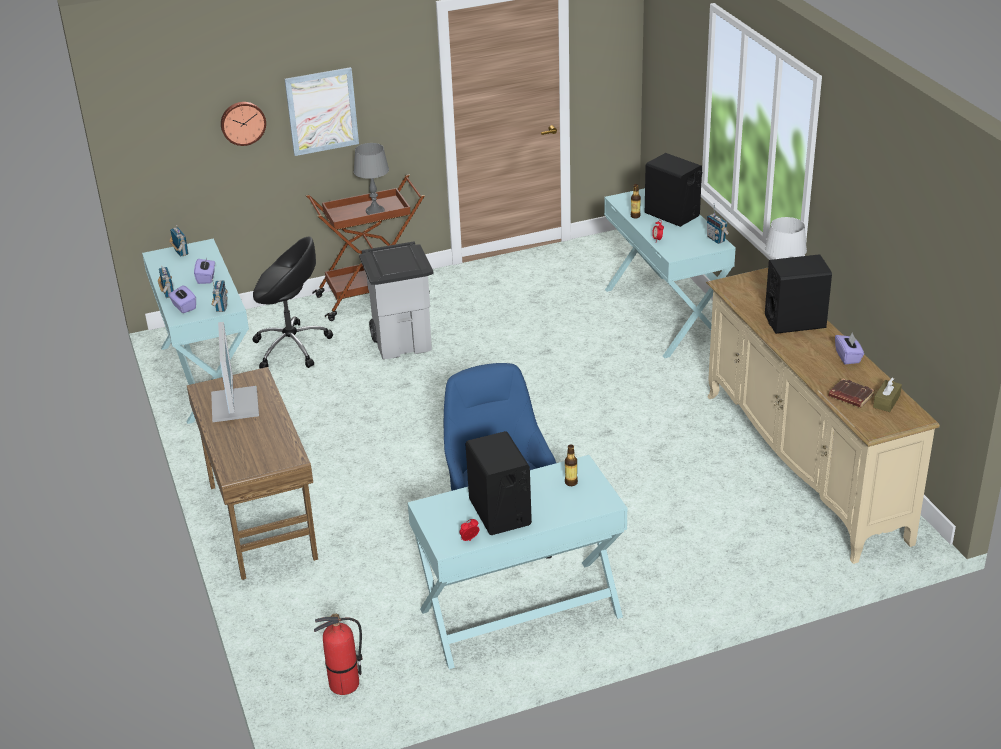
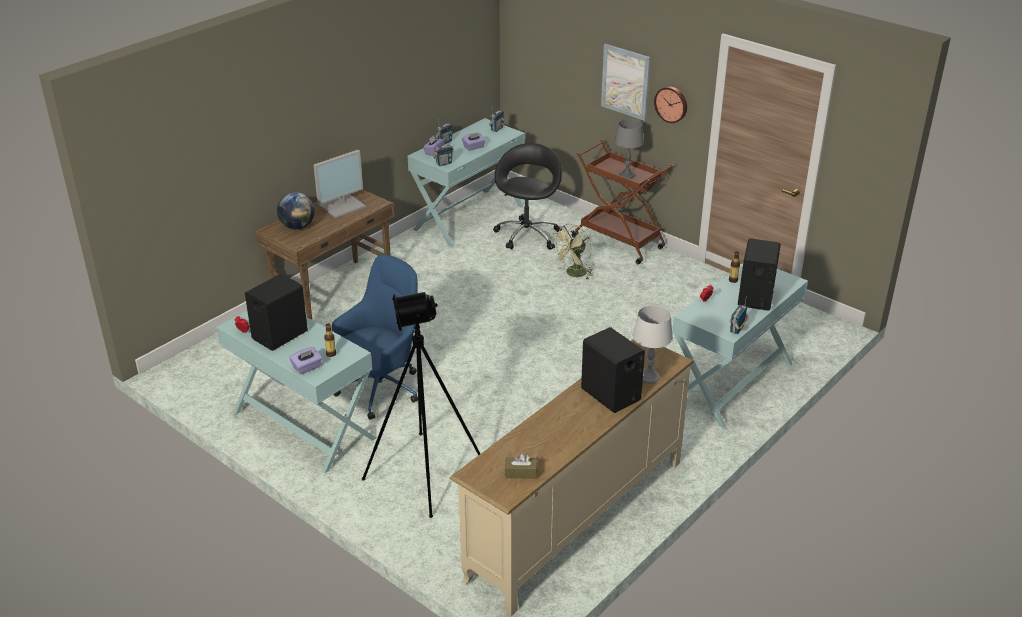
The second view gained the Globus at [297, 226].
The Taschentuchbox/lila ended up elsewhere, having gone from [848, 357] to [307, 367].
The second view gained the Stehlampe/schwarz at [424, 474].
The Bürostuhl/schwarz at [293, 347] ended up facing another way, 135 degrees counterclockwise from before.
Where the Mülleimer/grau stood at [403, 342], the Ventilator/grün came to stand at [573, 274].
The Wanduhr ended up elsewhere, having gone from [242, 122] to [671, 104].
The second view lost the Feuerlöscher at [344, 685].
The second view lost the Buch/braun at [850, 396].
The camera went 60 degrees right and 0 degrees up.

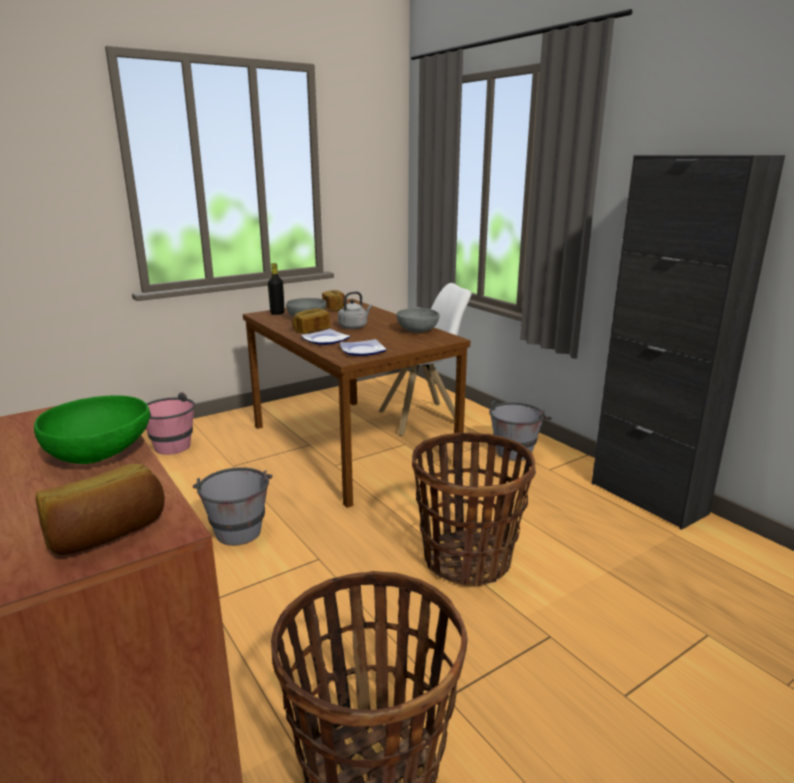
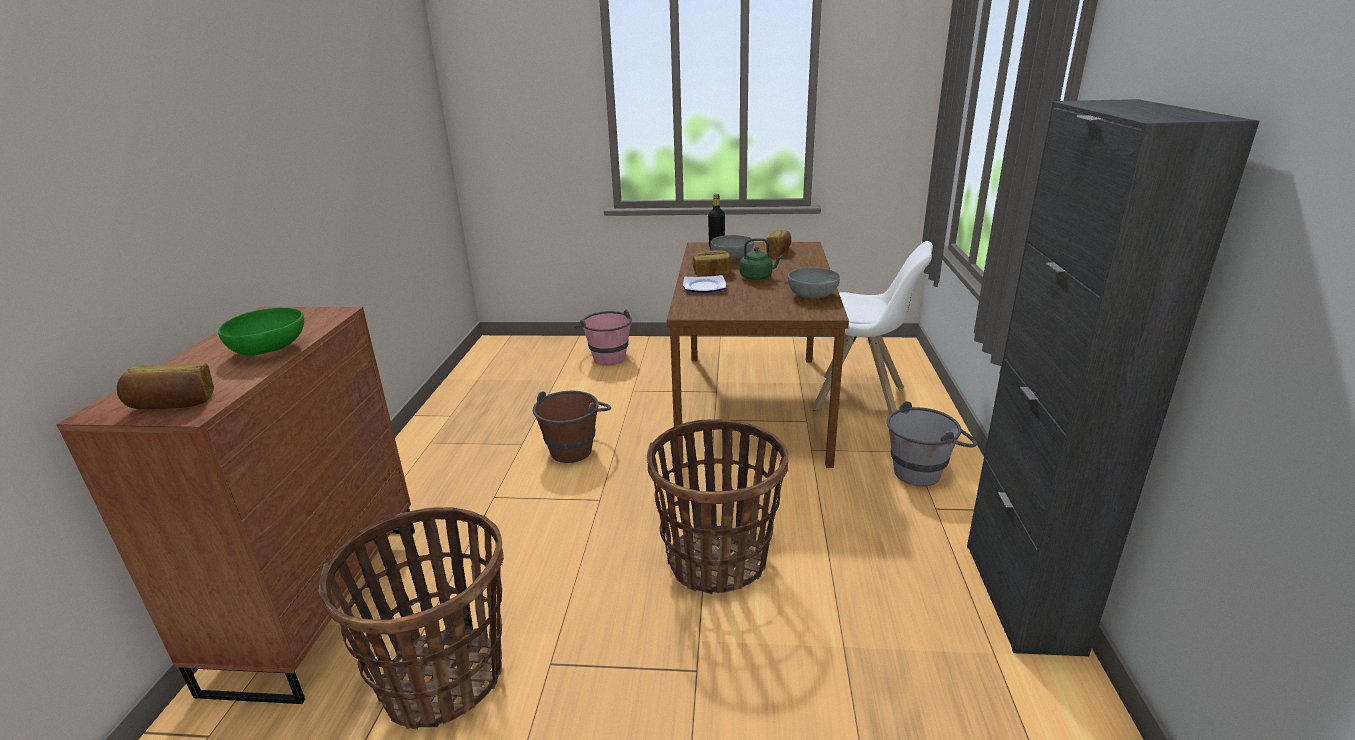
What was the Eimer/grau at [238, 527] turned into the Eimer/braun at [575, 446].
What was the Wasserkessel/grau at [354, 327] turned into the Wasserkessel/grün at [758, 277].
The second view lost the Teller at [362, 351].
The camera went 40 degrees right and 5 degrees up.

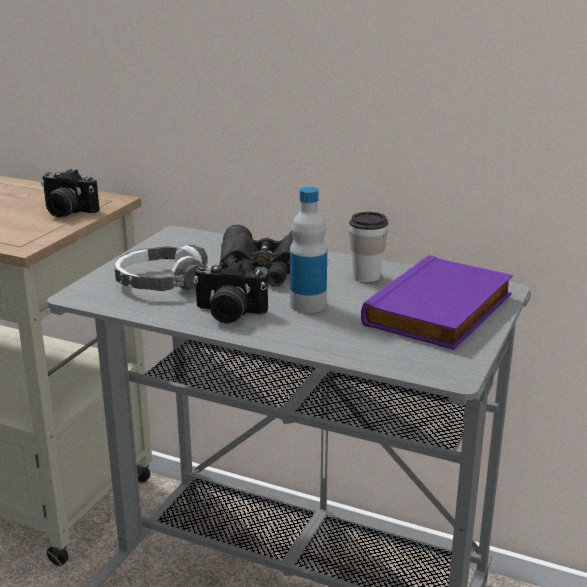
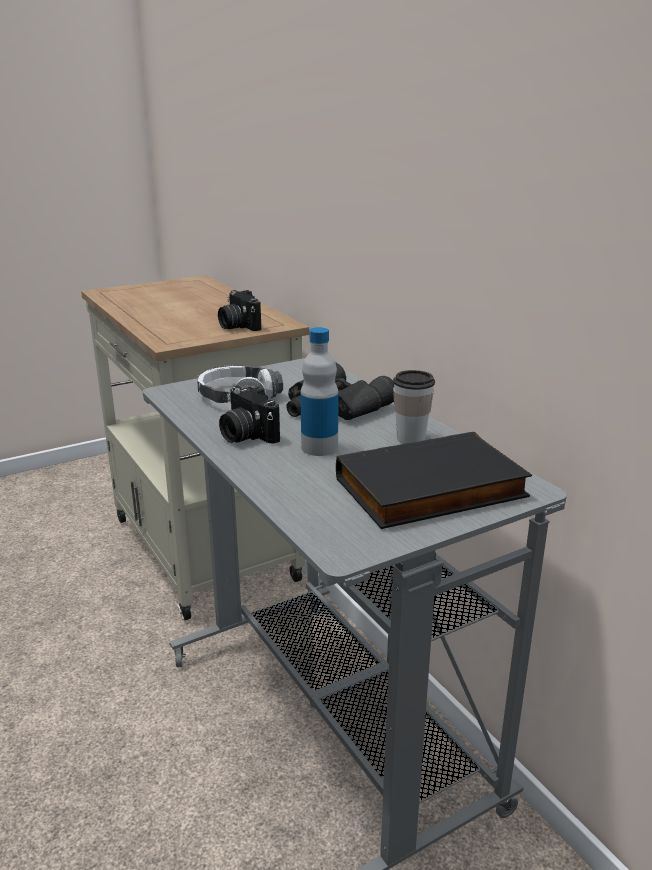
What was the Buch/lila at [441, 311] turned into the Buch/schwarz at [431, 490].
The camera went 35 degrees right and 0 degrees up.

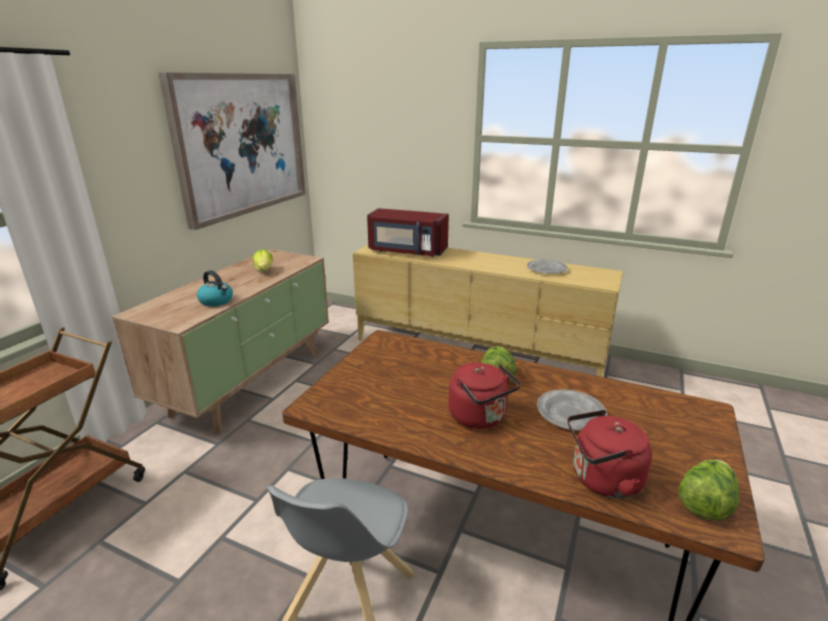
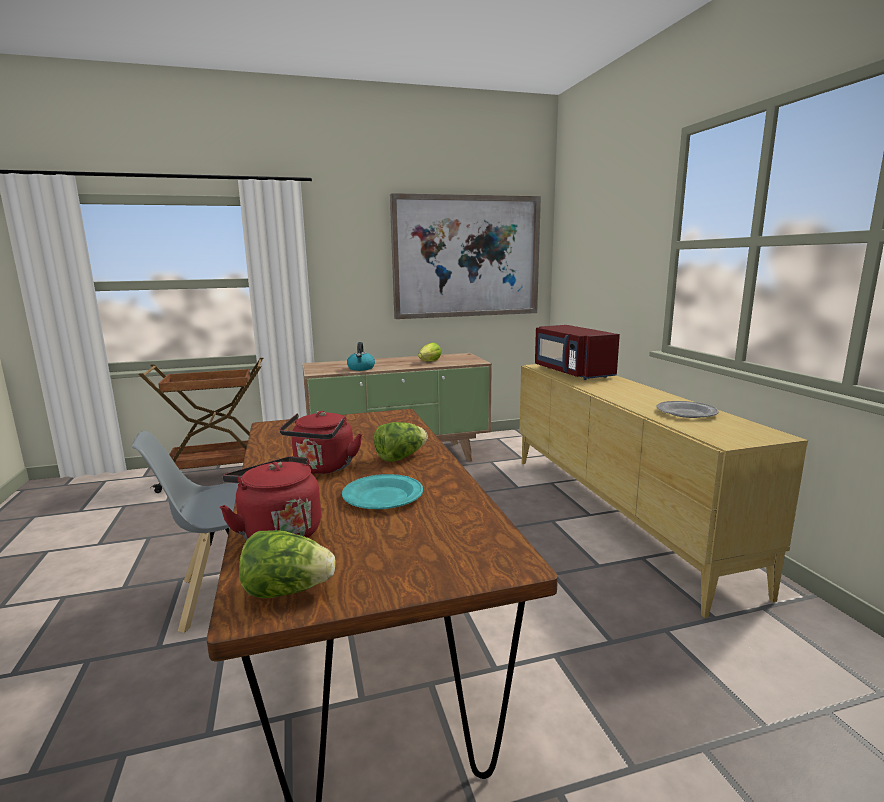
What was the Teller/grau at [571, 413] turned into the Teller/türkis at [383, 497].
The camera went 50 degrees right and 10 degrees down.

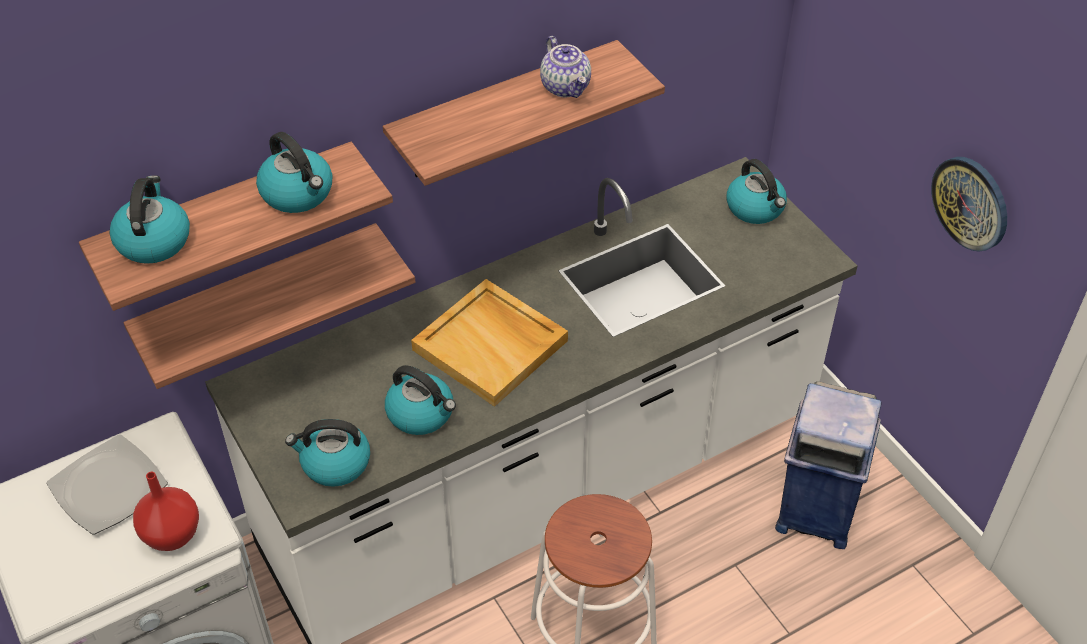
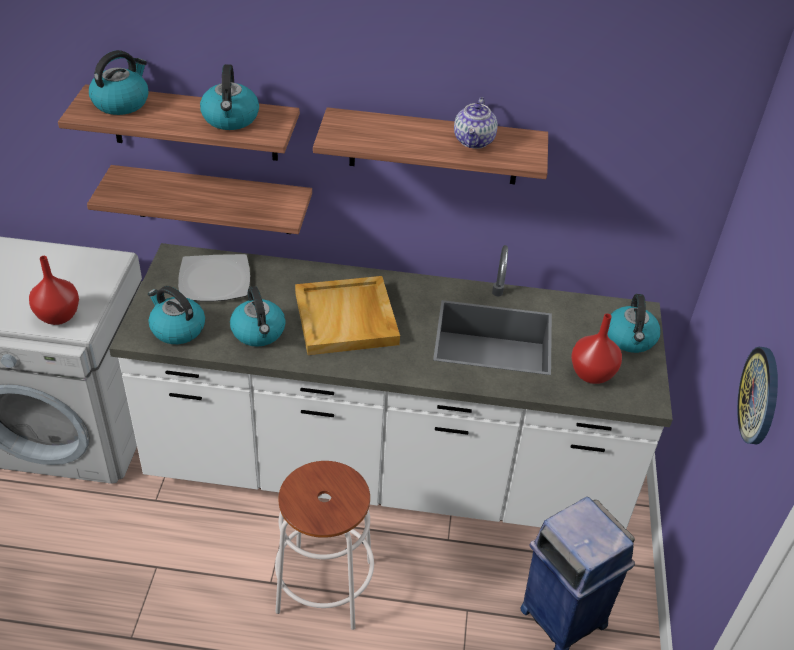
The Teller ended up elsewhere, having gone from [109, 486] to [215, 280].
The second view gained the Vase/rot at [593, 374].
The camera went 35 degrees right and 5 degrees down.

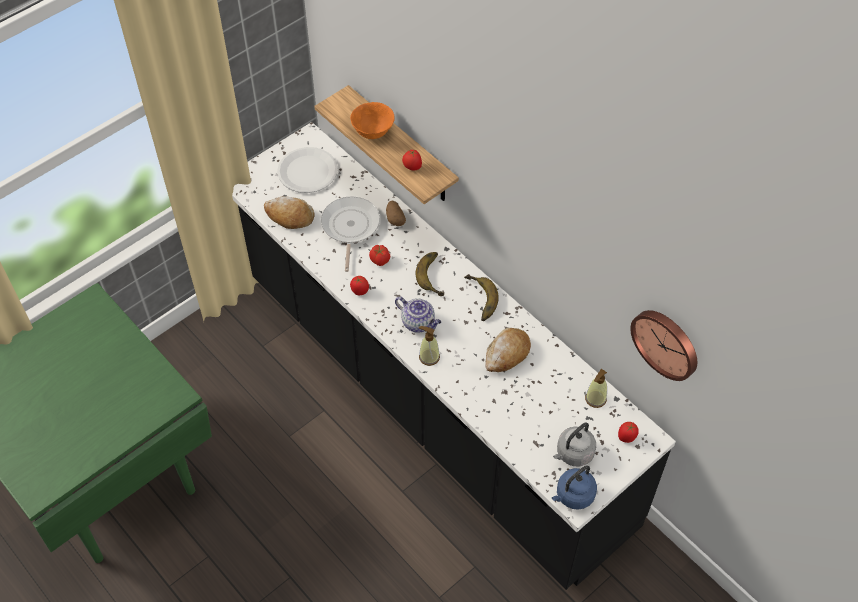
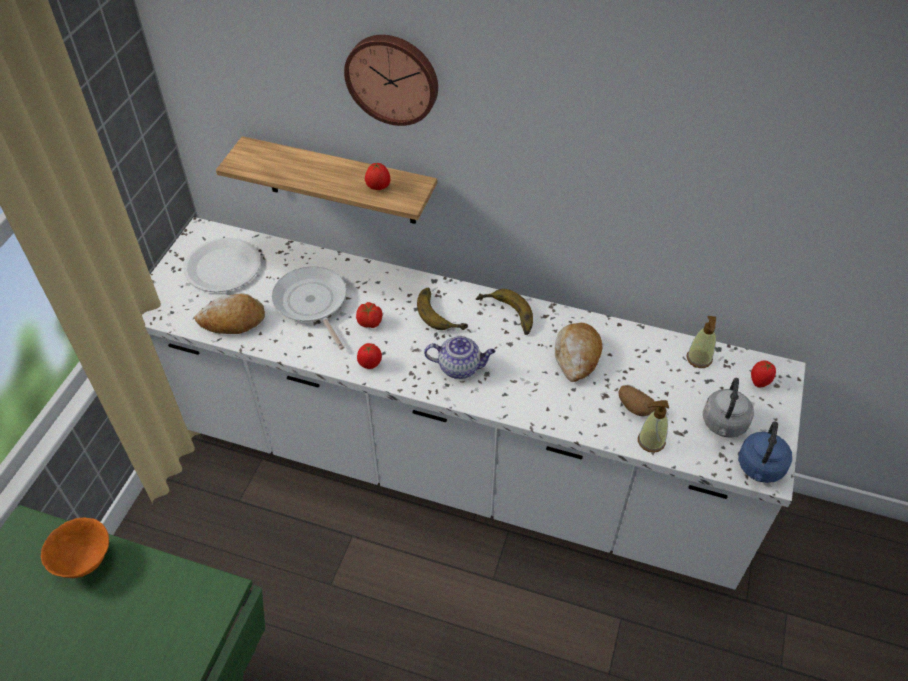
The Schüssel/orange ended up elsewhere, having gone from [373, 132] to [85, 561].
What was the Küchenzeile/schwarz at [429, 396] turned into the Küchenzeile/weiß at [454, 465].
The Wanduhr ended up elsewhere, having gone from [666, 343] to [393, 78].
The Kartoffel ended up elsewhere, having gone from [395, 218] to [634, 407].
The Seifenspender ended up elsewhere, having gone from [429, 357] to [651, 441].
The camera went 30 degrees left and 5 degrees down.

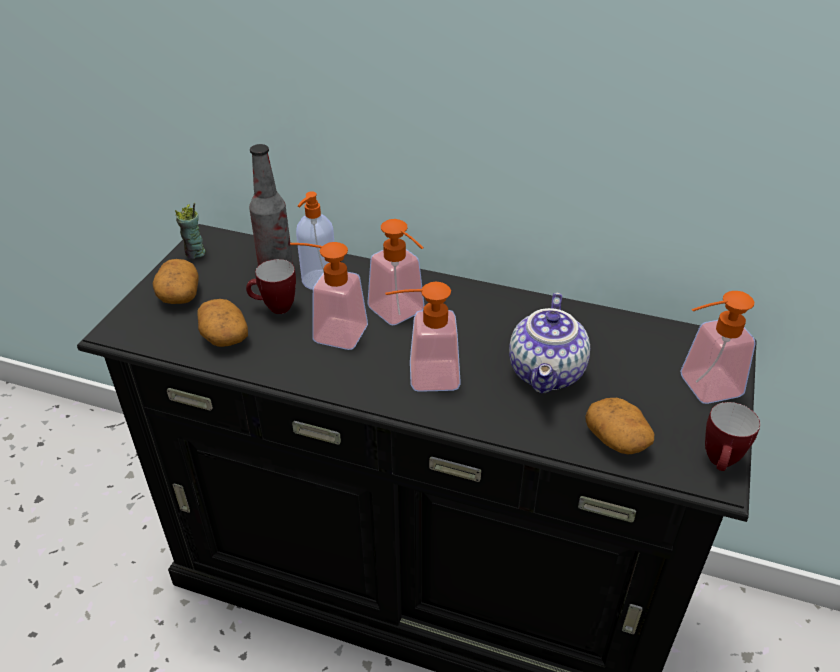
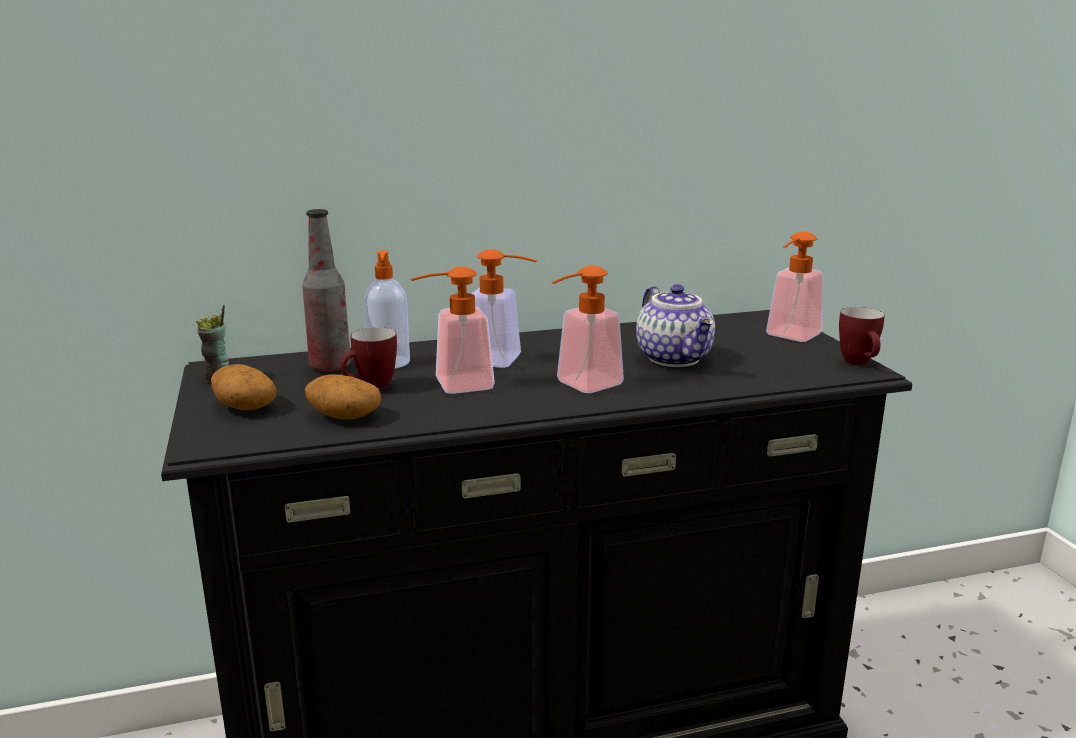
The second view lost the Kartoffel at [617, 439].
The camera went 35 degrees left and 20 degrees down.

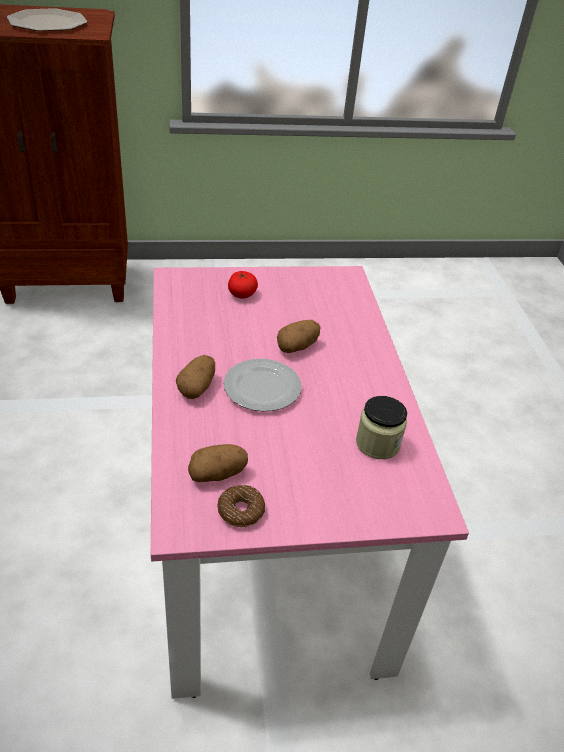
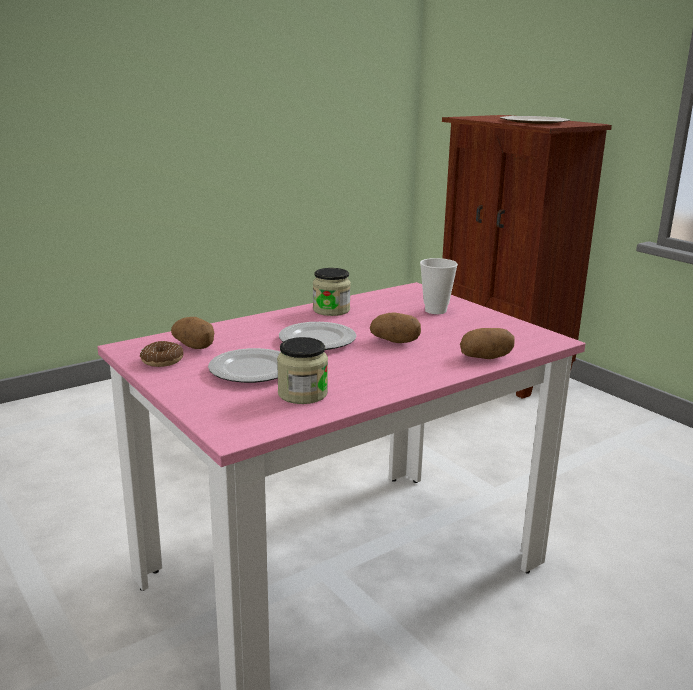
The second view gained the Teller at [252, 371].
The second view gained the Vorratsglas at [331, 310].
Where the Tomate stood at [242, 294], the Tasse came to stand at [435, 310].
The Kartoffel ended up elsewhere, having gone from [197, 387] to [485, 357].
The camera went 65 degrees right and 20 degrees down.

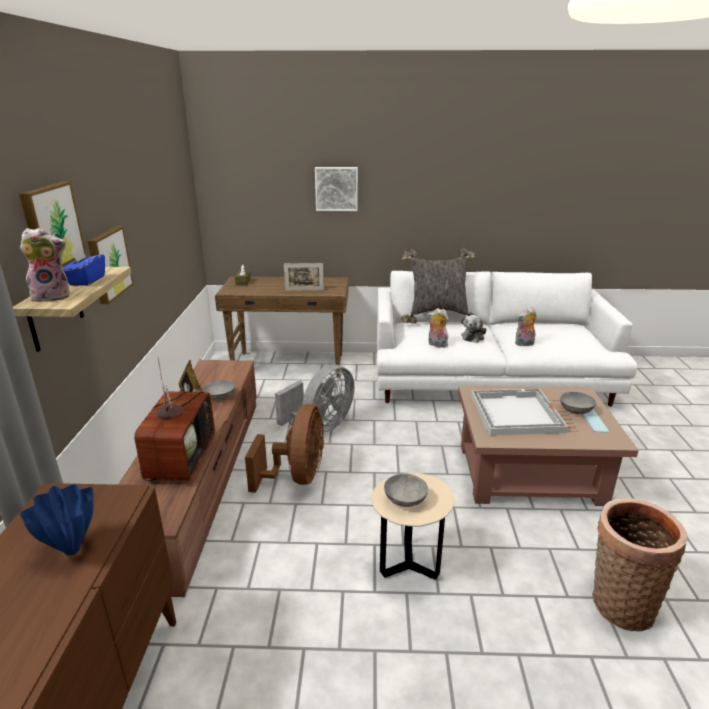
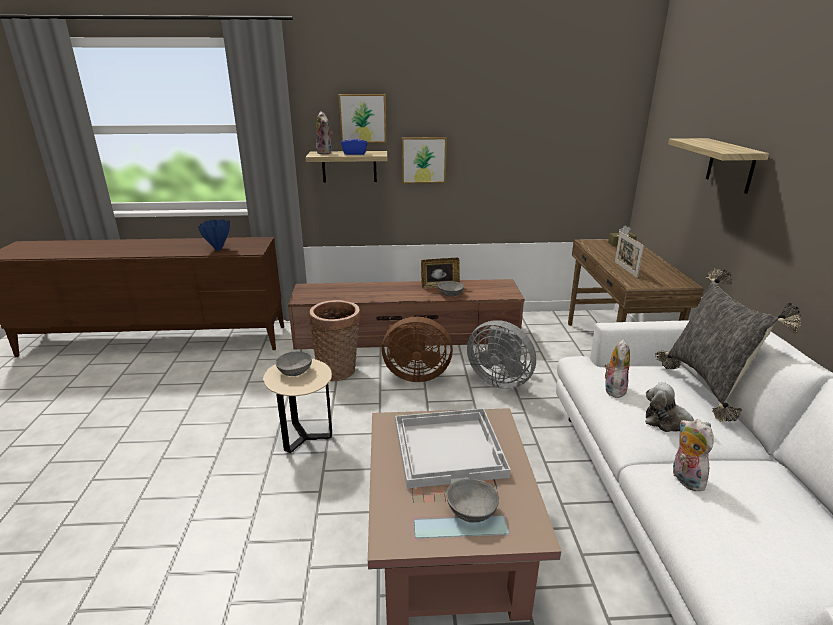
The Korb ended up elsewhere, having gone from [619, 602] to [338, 370].
Where the Bild hung at [336, 188], the Wandregal came to hang at [730, 165].
The second view lost the Fernseher at [180, 458].
The camera went 85 degrees right and 0 degrees up.

